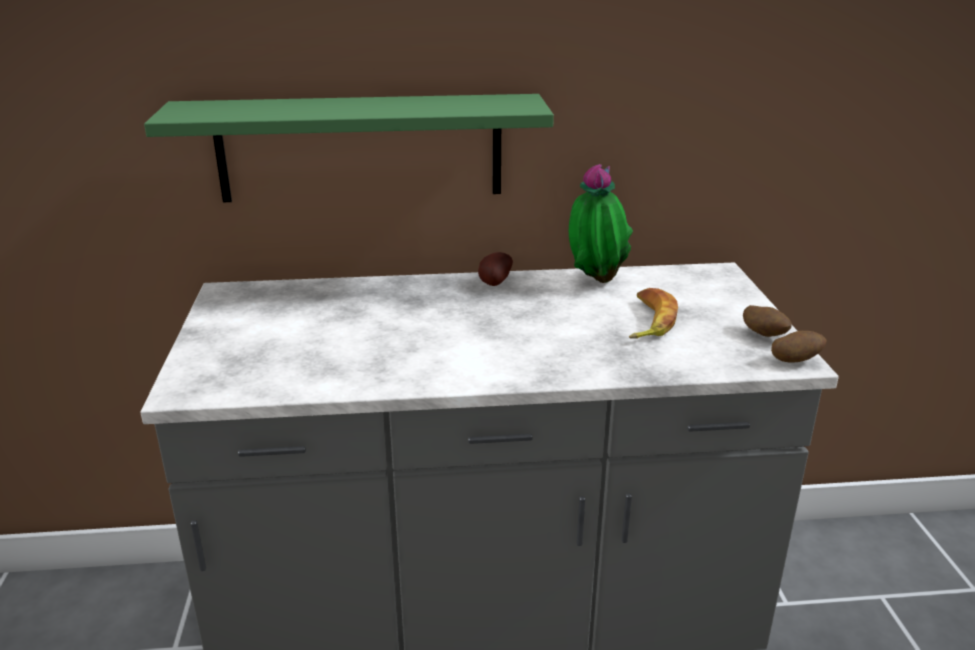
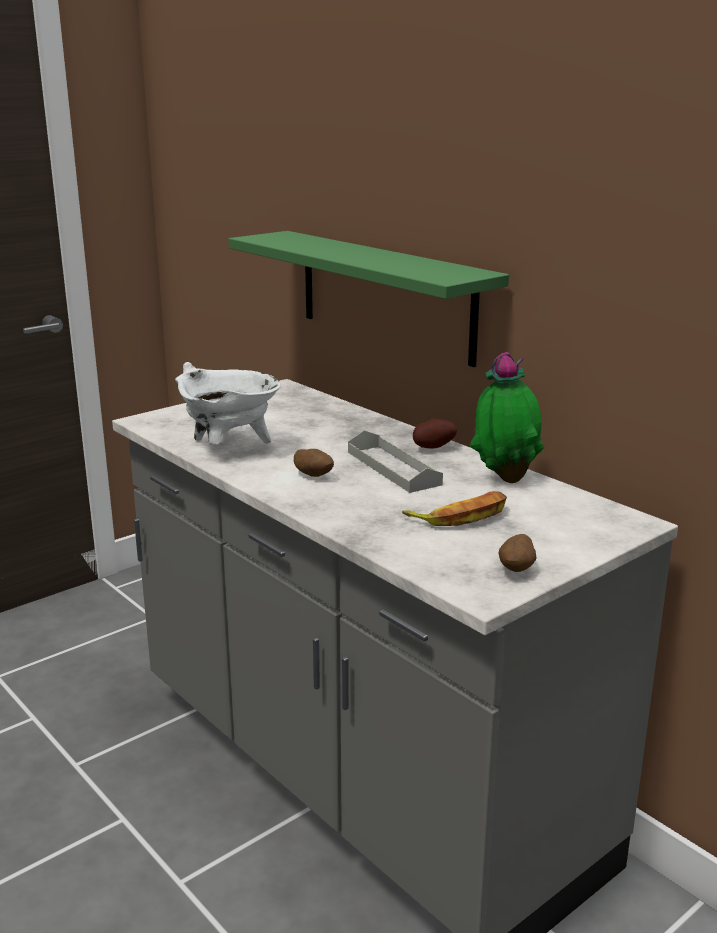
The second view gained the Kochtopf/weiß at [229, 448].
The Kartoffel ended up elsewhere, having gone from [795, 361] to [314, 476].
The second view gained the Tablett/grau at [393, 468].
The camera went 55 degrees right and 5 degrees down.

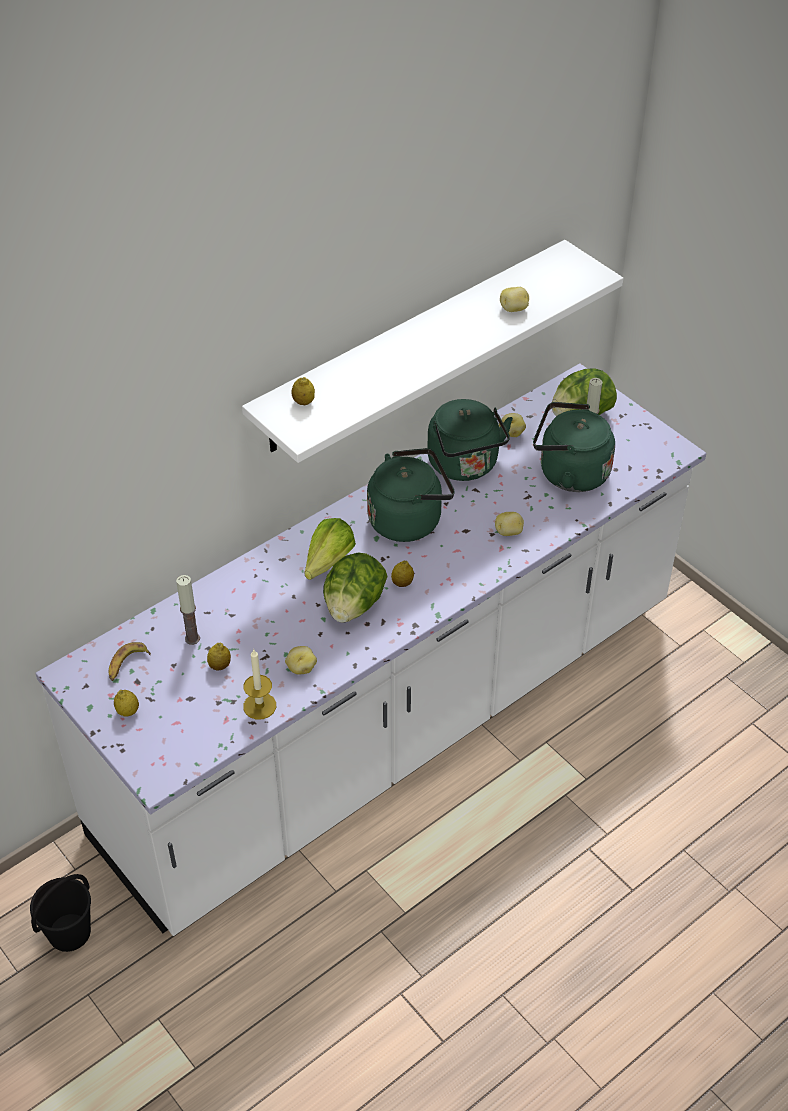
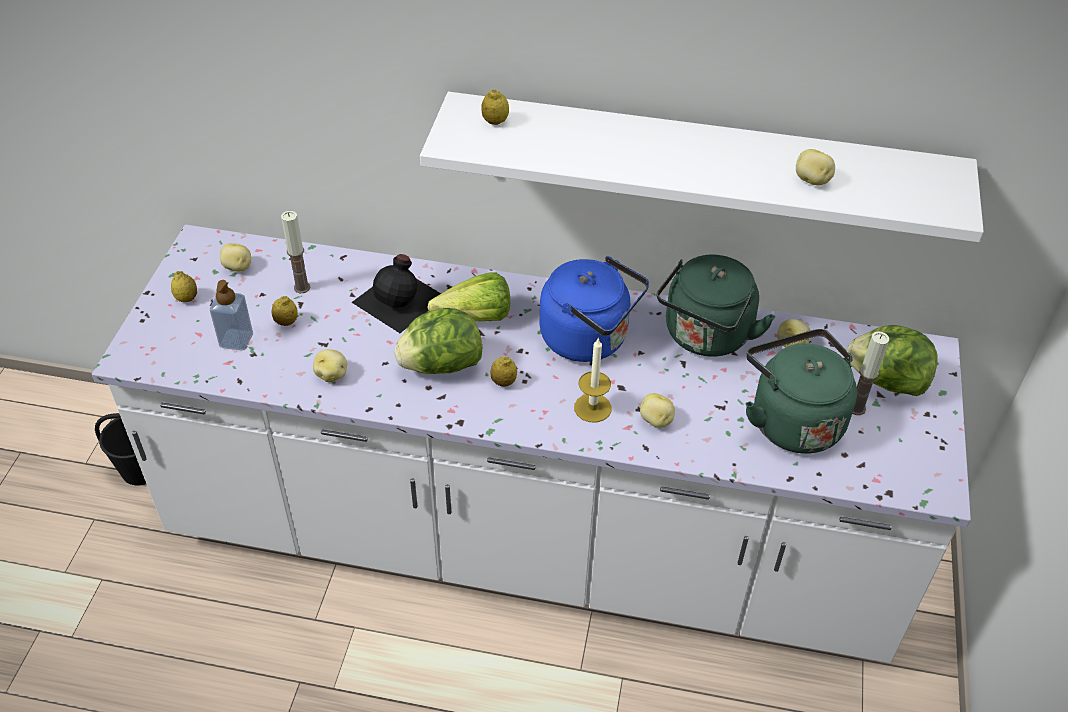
The second view gained the Seifenspender at [236, 340].
Where the Banane stood at [127, 664], the Kartoffel came to stand at [237, 267].
The second view gained the Flasche/schwarz at [400, 299].
What was the Wasserkessel/grün at [409, 519] turned into the Wasserkessel/blau at [589, 339].
The Kerze ended up elsewhere, having gone from [259, 706] to [592, 408].
The camera went 50 degrees right and 0 degrees up.

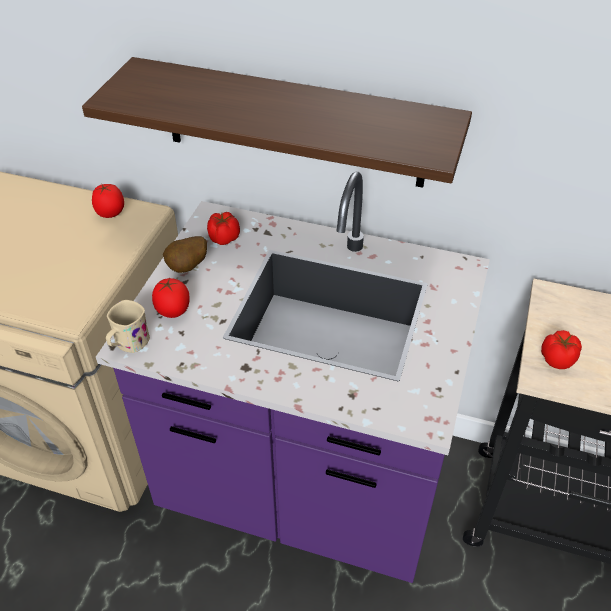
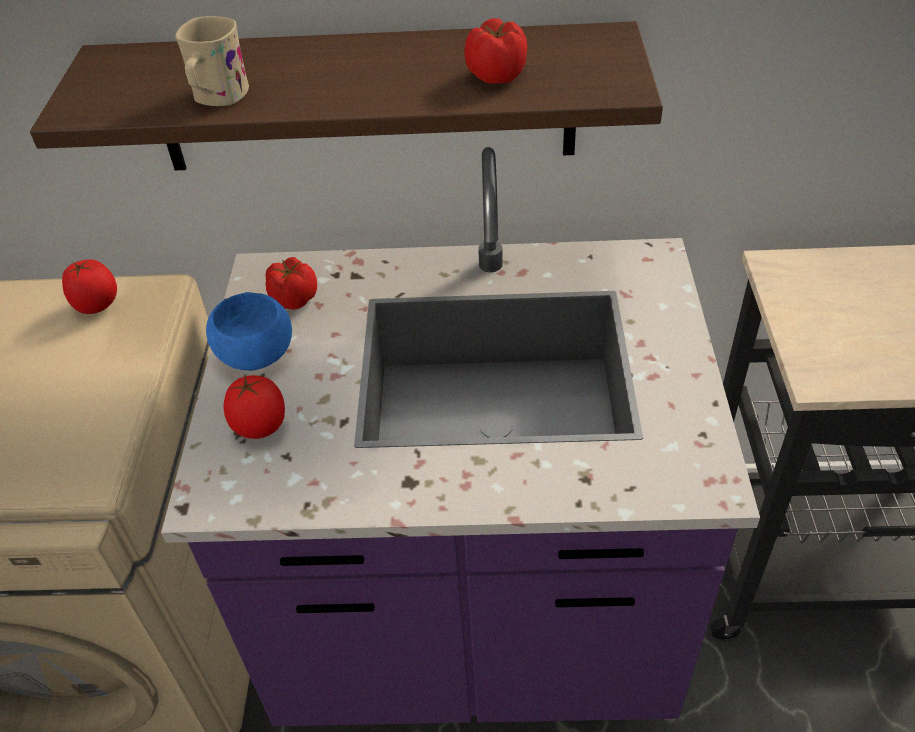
The Henkelbecher/beige ended up elsewhere, having gone from [128, 344] to [217, 99].
Where the Kartoffel stood at [188, 268], the Schüssel/blau came to stand at [257, 356].
The Tomate ended up elsewhere, having gone from [558, 359] to [498, 75].
The camera went 15 degrees left and 0 degrees up.

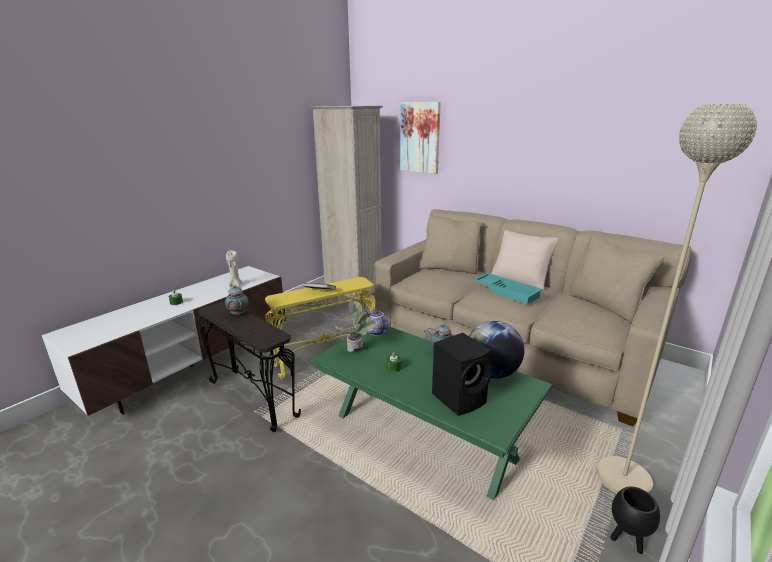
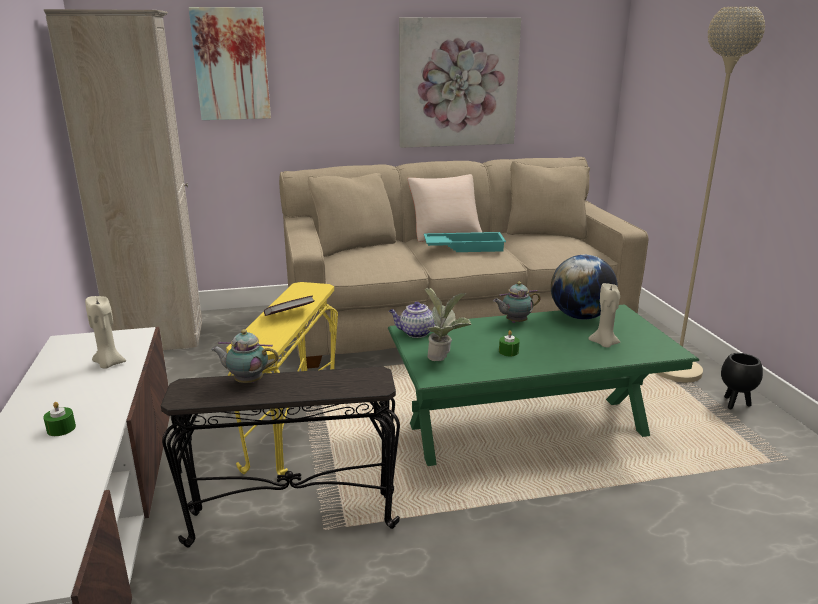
The second view gained the Bild at [458, 83].
Where the Lautsprecher/schwarz stood at [460, 398], the Kerze/beige came to stand at [604, 344].
The camera went 50 degrees left and 0 degrees up.

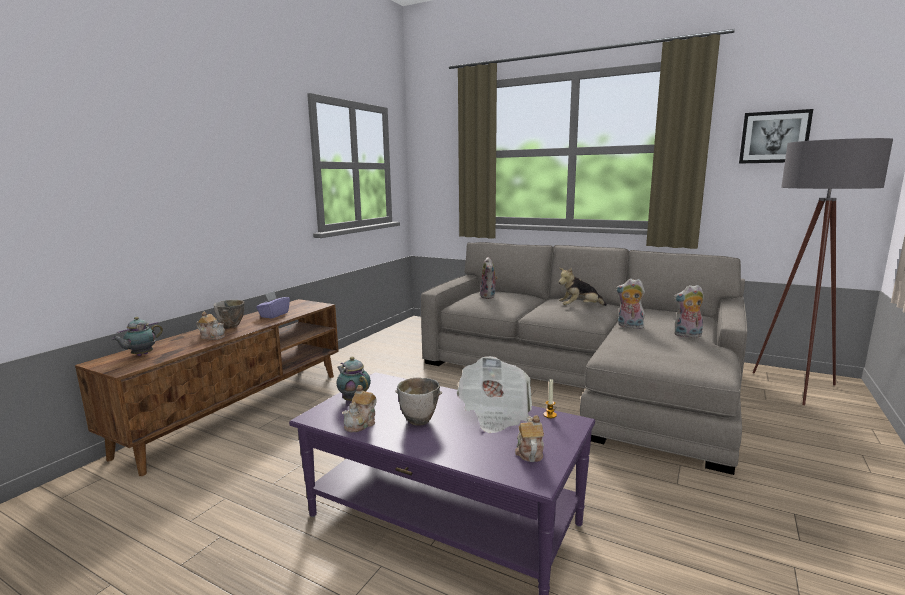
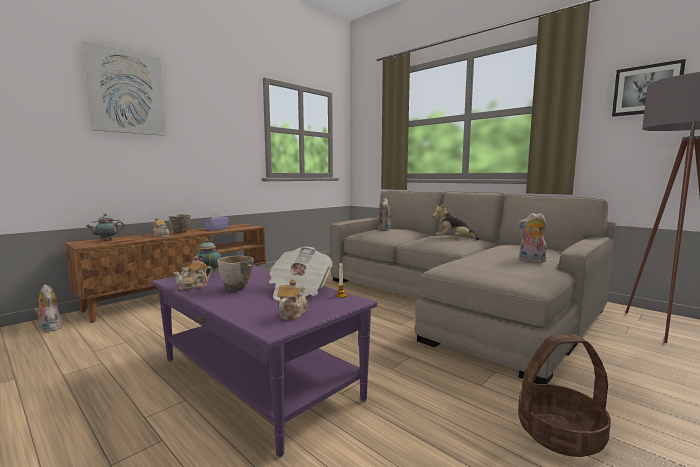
The Plüschtier ended up elsewhere, having gone from [629, 326] to [50, 328].
The second view gained the Bild at [126, 92].
The second view gained the Korb at [559, 434].
The camera went 15 degrees right and 5 degrees down.

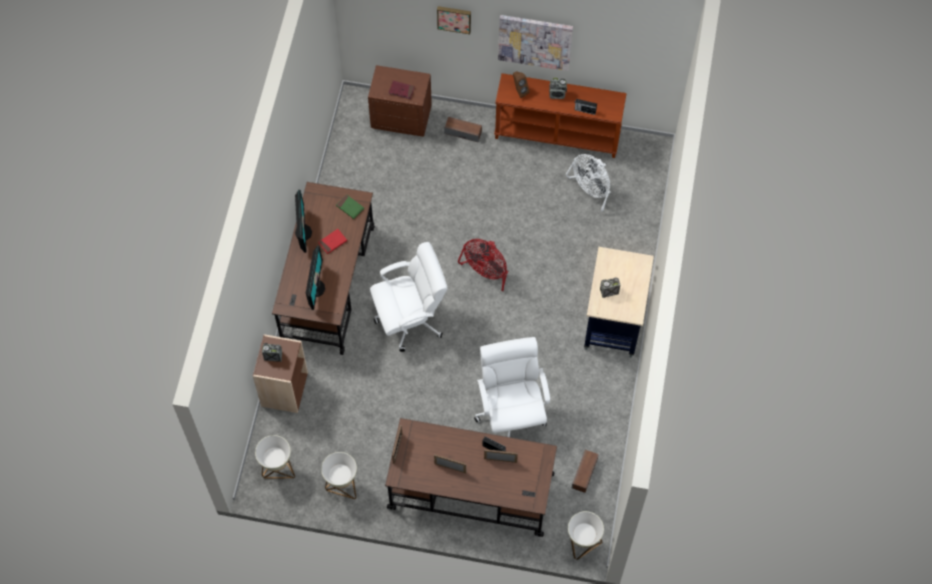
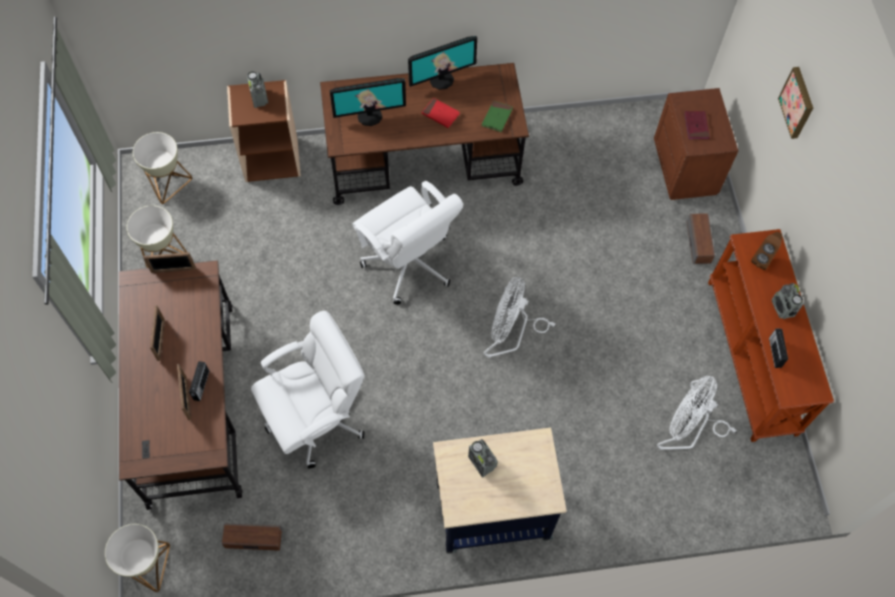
What was the Ventilator/rot at [486, 268] turned into the Ventilator/weiß at [512, 328].
The second view lost the Bild at [535, 41].
The camera went 70 degrees right and 0 degrees up.

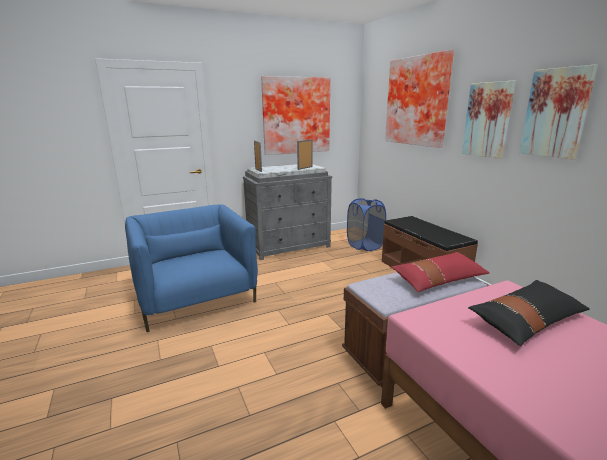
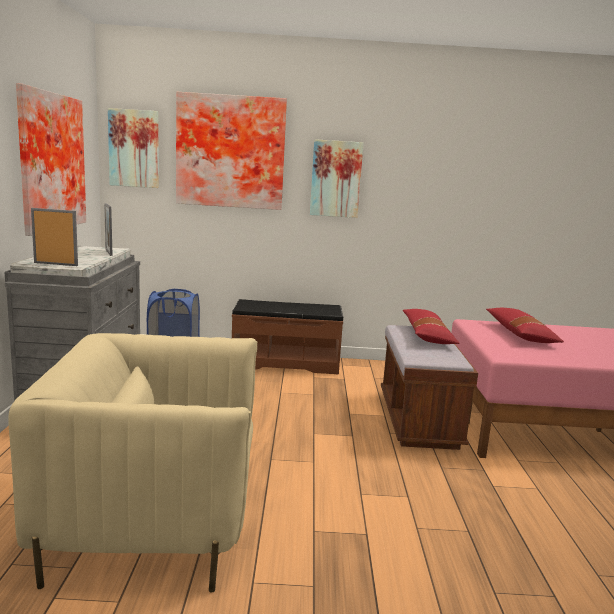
What was the Sessel/blau at [196, 299] turned into the Sessel/beige at [155, 519].
The Bild ended up elsewhere, having gone from [556, 113] to [134, 148].
What was the Kissen/schwarz at [526, 321] turned into the Kissen/rot at [520, 334].
The camera went 65 degrees left and 5 degrees down.

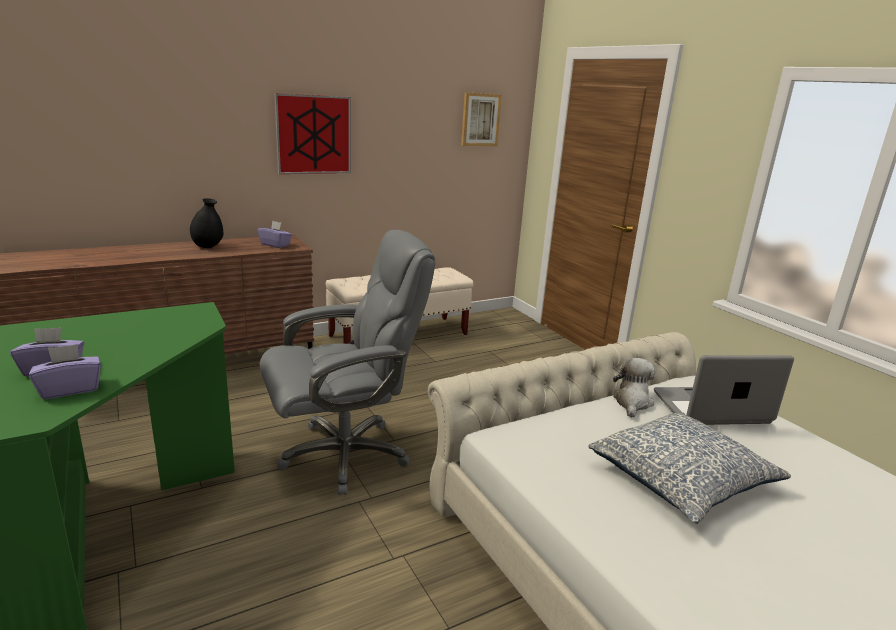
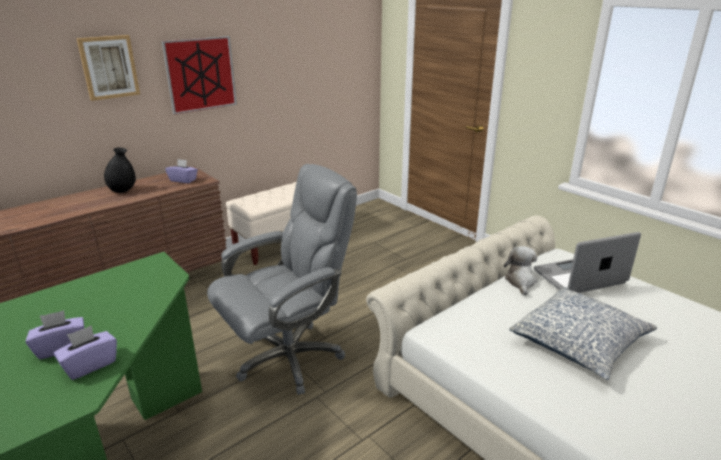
The Bild ended up elsewhere, having gone from [480, 119] to [109, 67].
The camera went 10 degrees left and 5 degrees up.

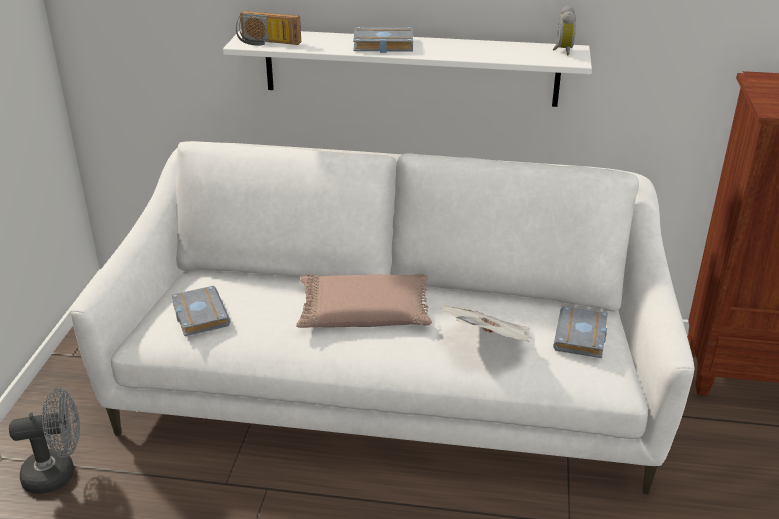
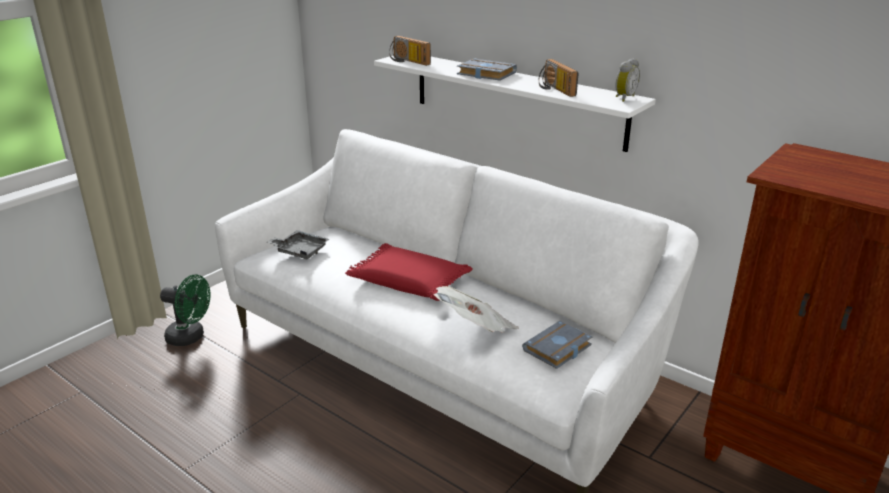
What was the Ventilator/grau at [58, 473] turned into the Ventilator/grün at [191, 337].
Where the Buch/grau stood at [198, 315], the Tablett/grau came to stand at [300, 251].
What was the Kissen/beige at [364, 309] turned into the Kissen/rot at [409, 279].
The second view gained the Radio at [554, 89].
The camera went 30 degrees right and 5 degrees down.

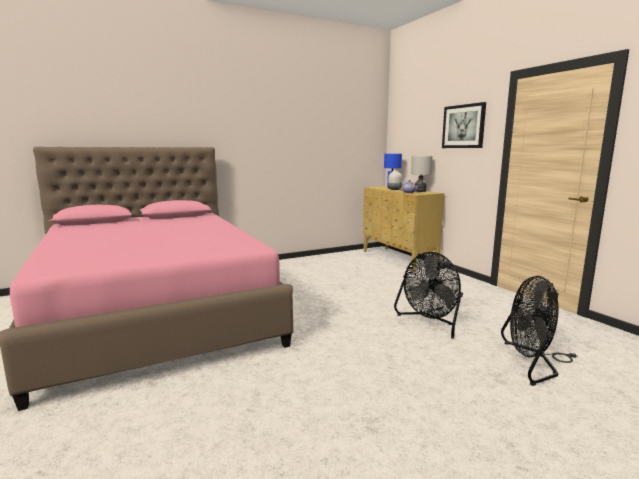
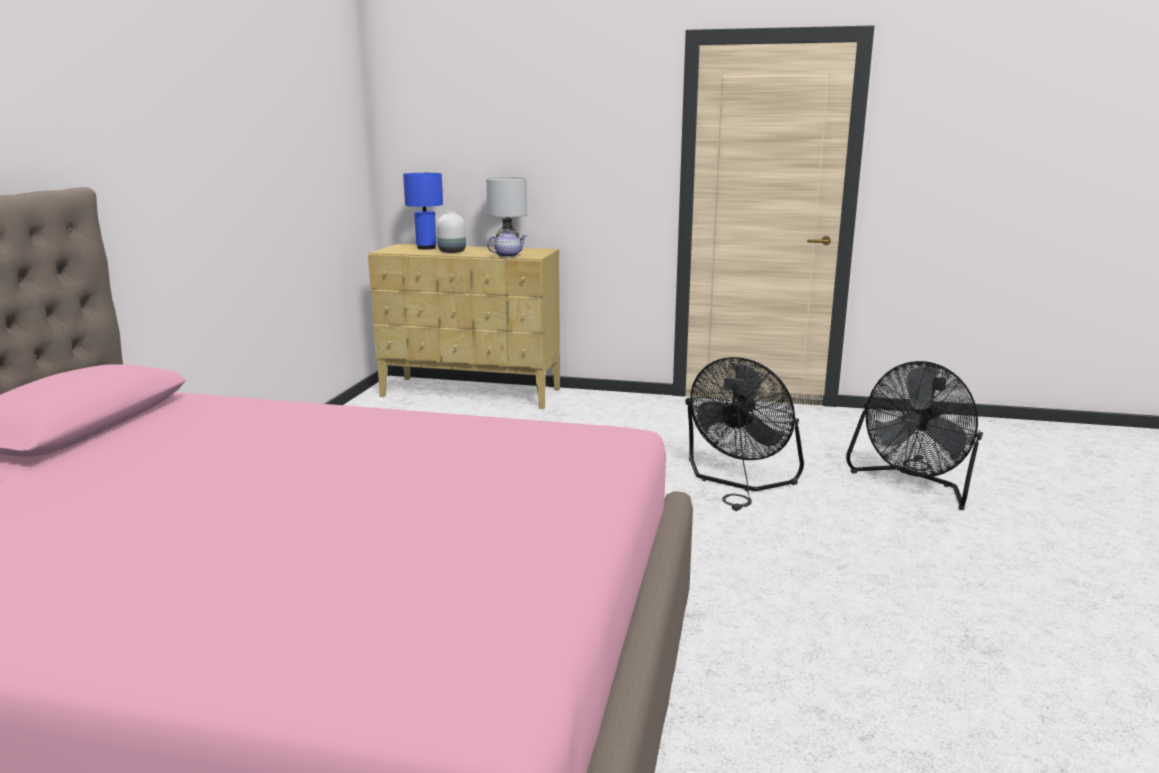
The Ventilator/schwarz at [430, 321] ended up facing another way, 150 degrees counterclockwise from before.
The second view lost the Bild at [463, 126].
The camera went 50 degrees left and 5 degrees up.

